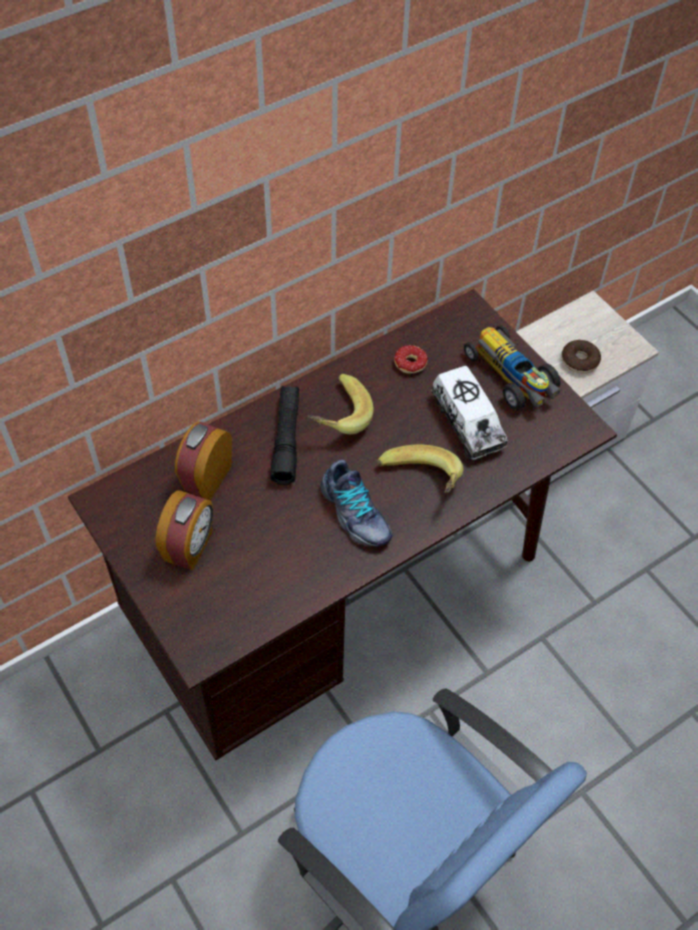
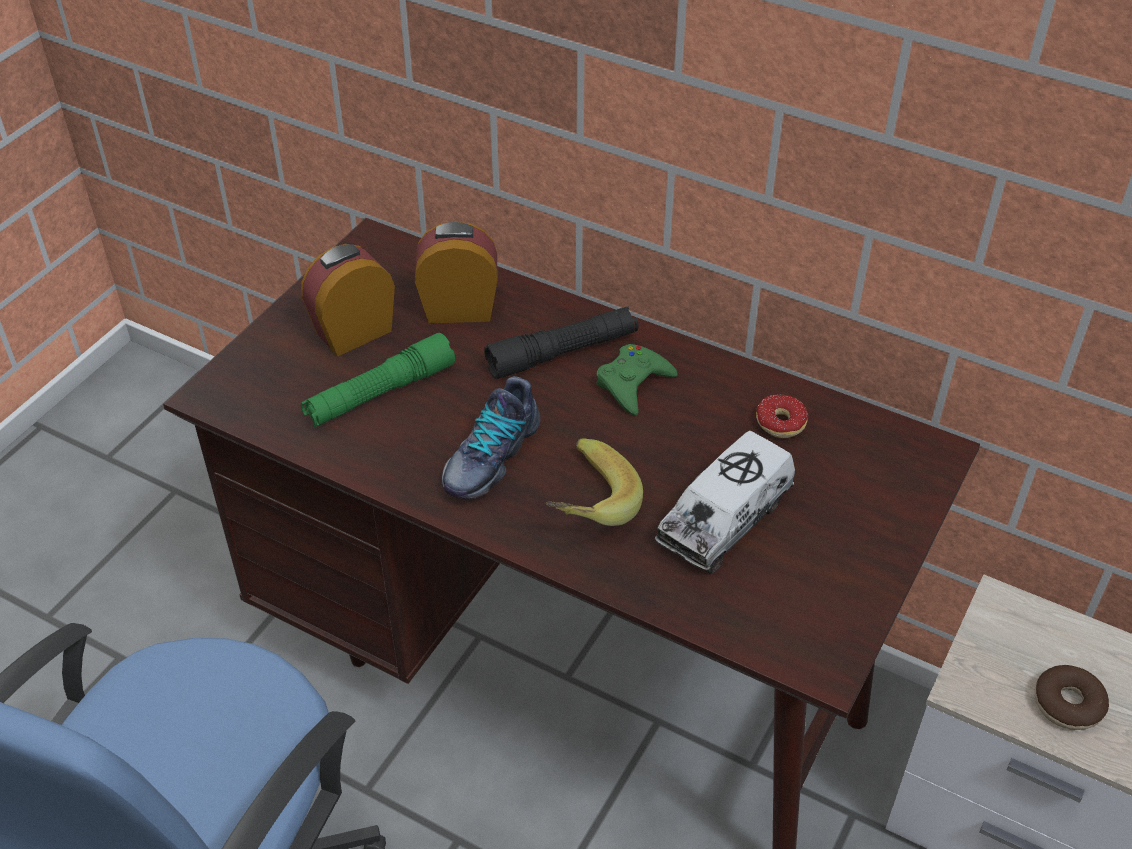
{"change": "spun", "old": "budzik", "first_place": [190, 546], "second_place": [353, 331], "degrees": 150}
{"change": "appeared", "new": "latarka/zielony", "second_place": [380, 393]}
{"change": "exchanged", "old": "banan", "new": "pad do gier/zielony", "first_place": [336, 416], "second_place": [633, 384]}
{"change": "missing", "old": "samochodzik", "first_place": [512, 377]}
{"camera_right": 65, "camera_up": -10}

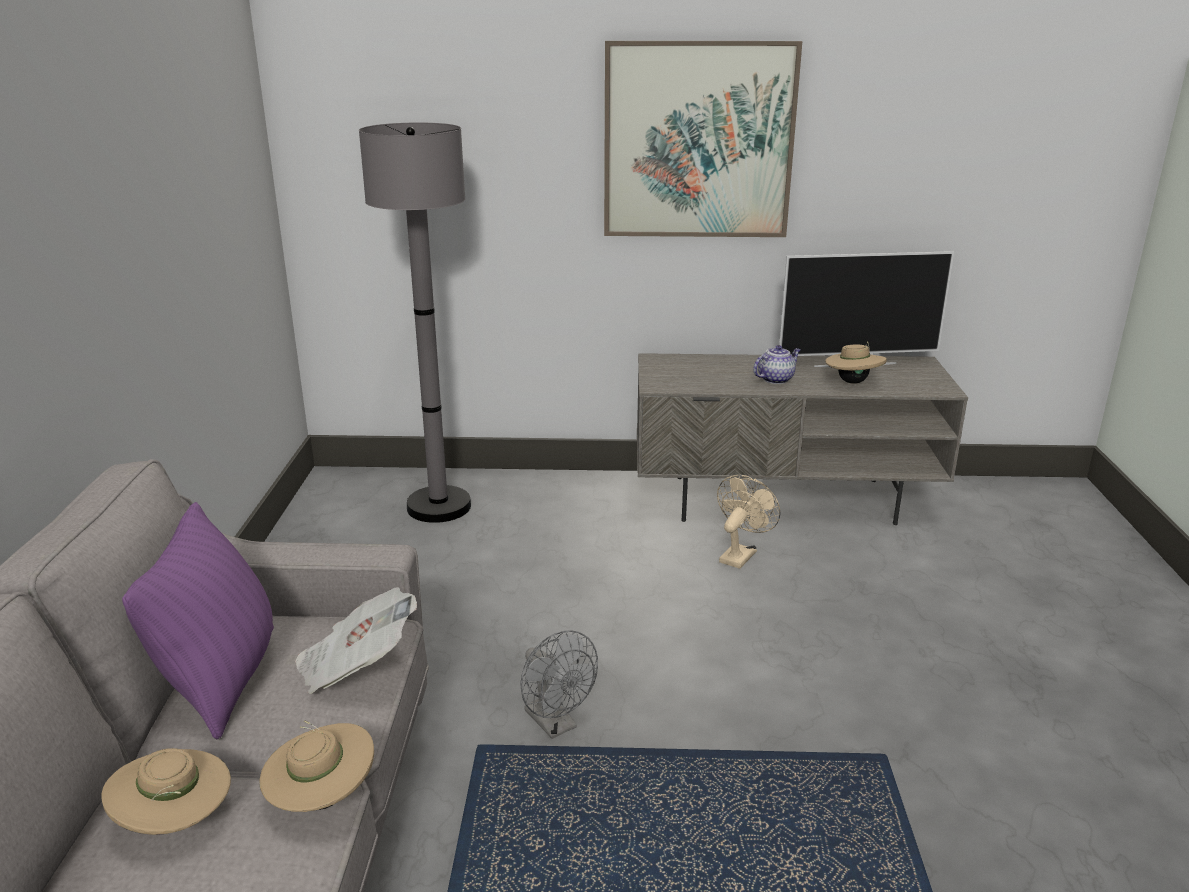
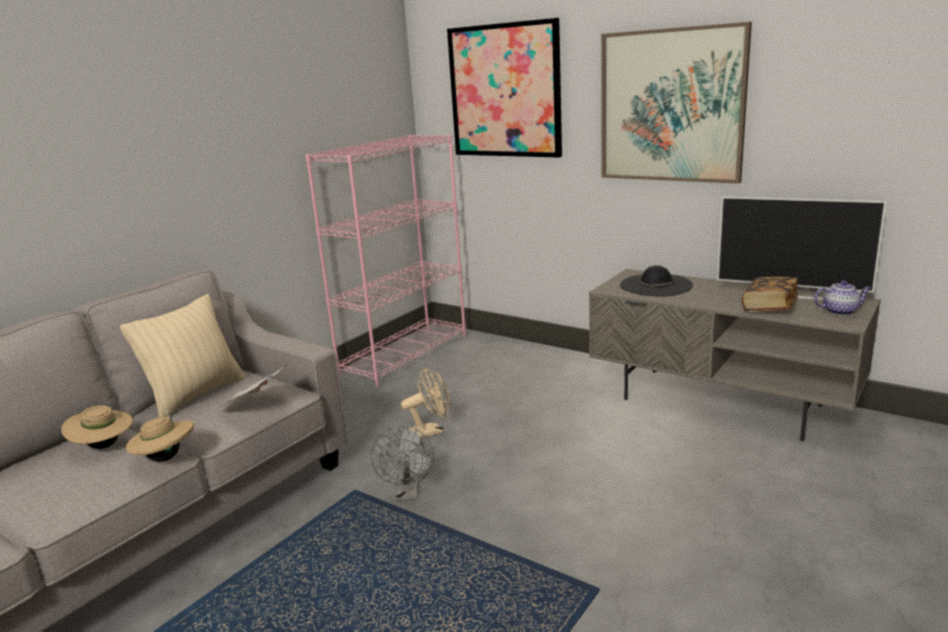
{"change": "colour", "old": "poduszka/fioletowy", "new": "poduszka/beżowy", "first_place": [222, 680], "second_place": [196, 395]}
{"change": "appeared", "new": "regał/różowy", "second_place": [405, 354]}
{"change": "relocated", "old": "wentylator/beżowy", "first_place": [740, 554], "second_place": [431, 431]}
{"change": "appeared", "new": "obraz", "second_place": [505, 91]}
{"change": "appeared", "new": "kapelusz/czarny", "second_place": [656, 285]}
{"change": "exchanged", "old": "kapelusz/beżowy", "new": "książka", "first_place": [853, 382], "second_place": [769, 307]}
{"change": "relocated", "old": "imbryk", "first_place": [776, 379], "second_place": [840, 311]}
{"change": "missing", "old": "lampa stojąca/szary", "first_place": [439, 506]}
{"camera_right": 35, "camera_up": -5}

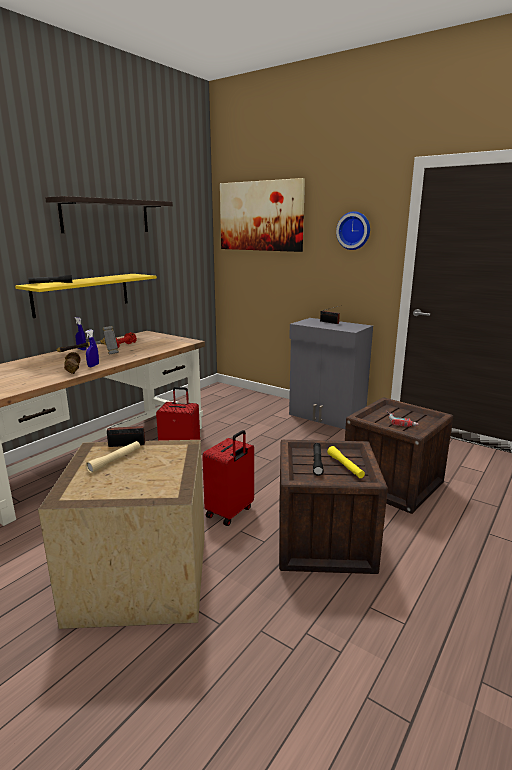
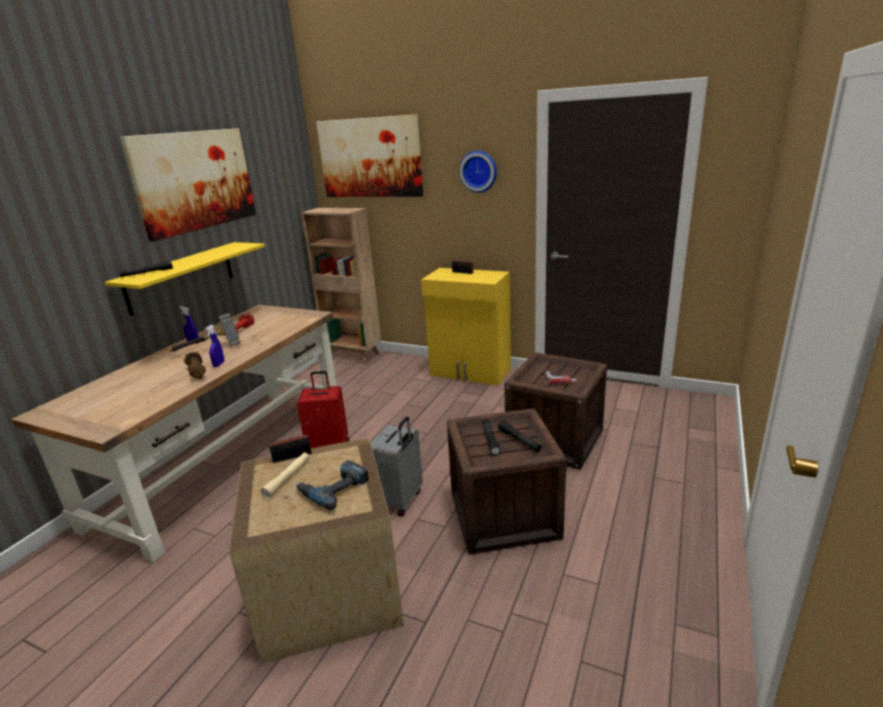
{"change": "exchanged", "old": "półka", "new": "obraz", "first_place": [106, 216], "second_place": [195, 181]}
{"change": "appeared", "new": "wiertarka", "second_place": [334, 488]}
{"change": "appeared", "new": "regał/brązowy", "second_place": [354, 356]}
{"change": "colour", "old": "walizka/czerwony", "new": "walizka/szary", "first_place": [230, 512], "second_place": [401, 500]}
{"change": "colour", "old": "szafka/szary", "new": "szafka/żółty", "first_place": [326, 417], "second_place": [470, 372]}
{"change": "colour", "old": "latarka/żółty", "new": "latarka/czarny", "first_place": [345, 466], "second_place": [519, 440]}
{"camera_right": -10, "camera_up": 5}

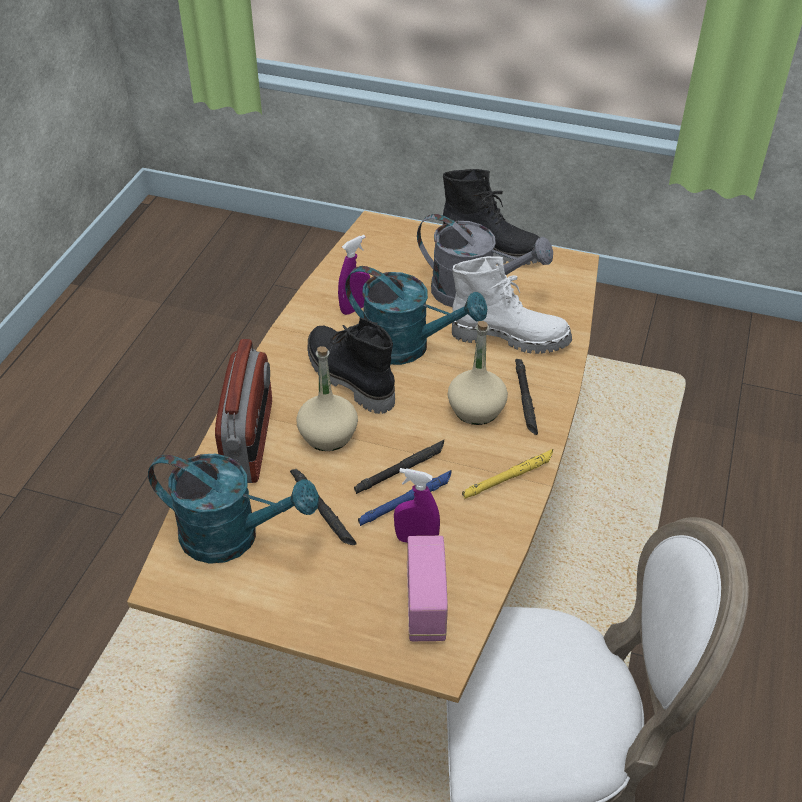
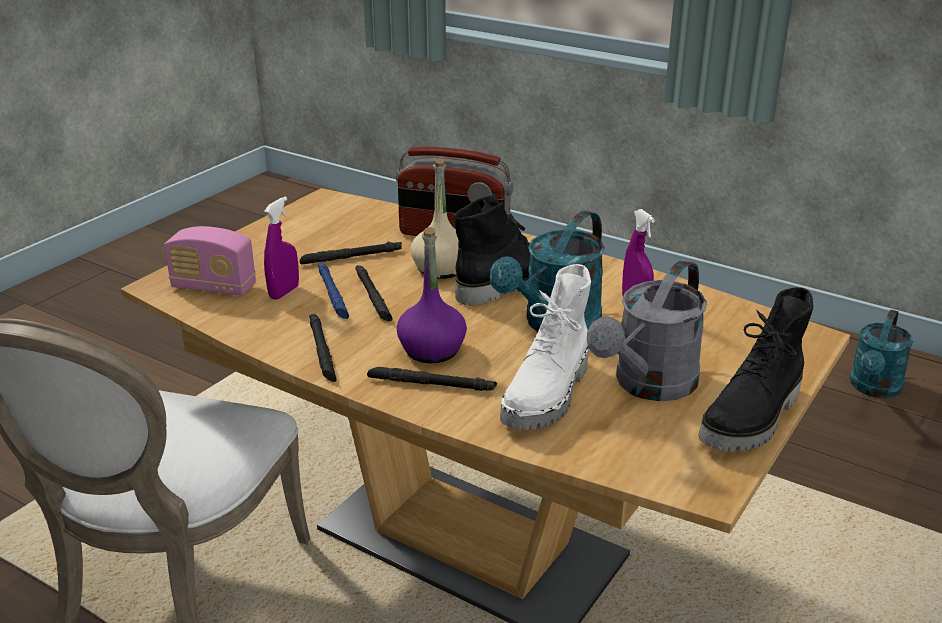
{"change": "colour", "old": "latarka/żółty", "new": "latarka/czarny", "first_place": [509, 477], "second_place": [322, 351]}
{"change": "colour", "old": "butelka/beżowy", "new": "butelka/fioletowy", "first_place": [476, 409], "second_place": [432, 350]}
{"change": "relocated", "old": "konewka/turkusowy", "first_place": [233, 536], "second_place": [873, 388]}
{"camera_right": 105, "camera_up": -15}

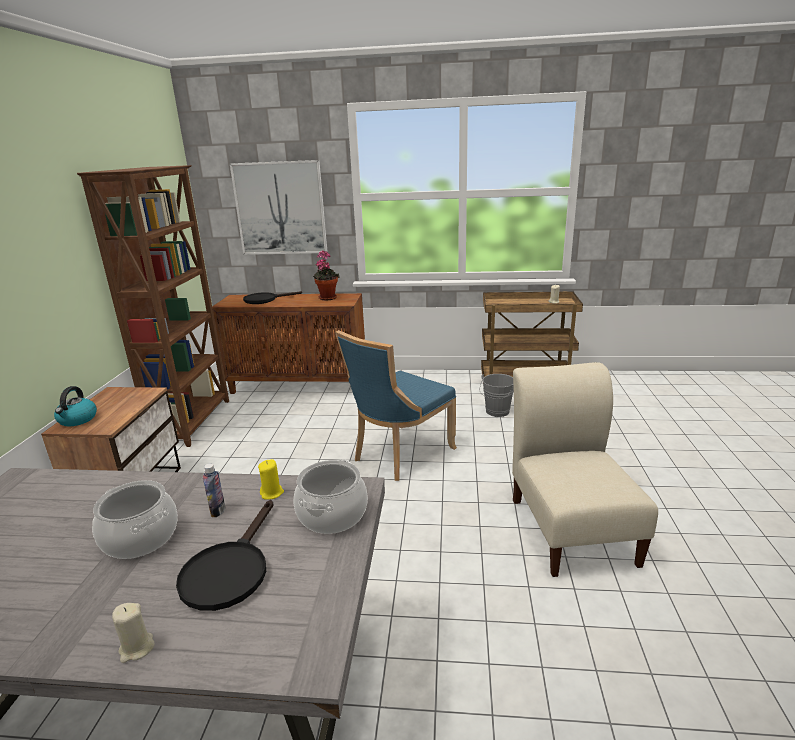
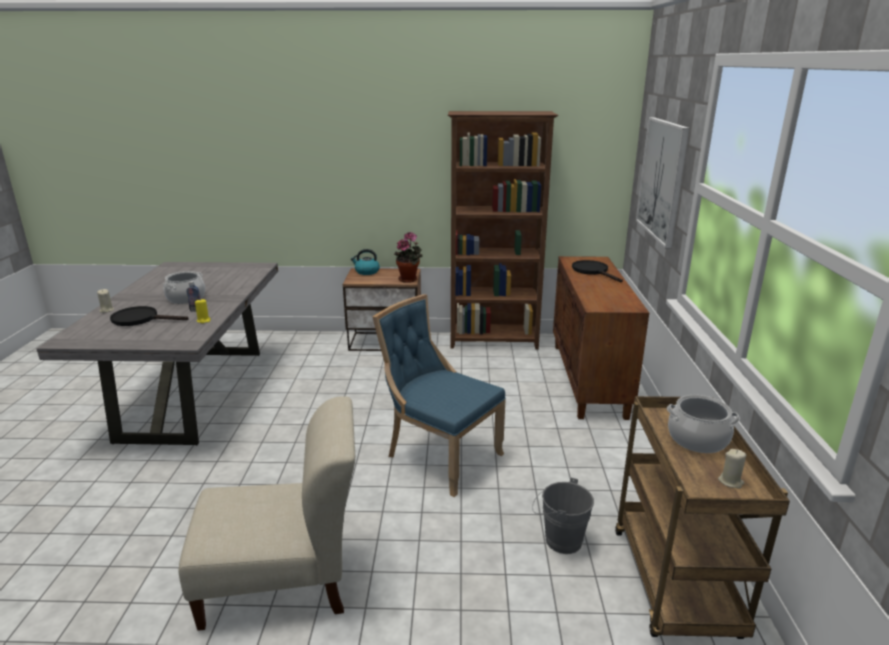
{"change": "relocated", "old": "roślina doniczkowa", "first_place": [327, 297], "second_place": [409, 279]}
{"change": "relocated", "old": "garnek", "first_place": [332, 514], "second_place": [697, 439]}
{"camera_right": 85, "camera_up": 0}

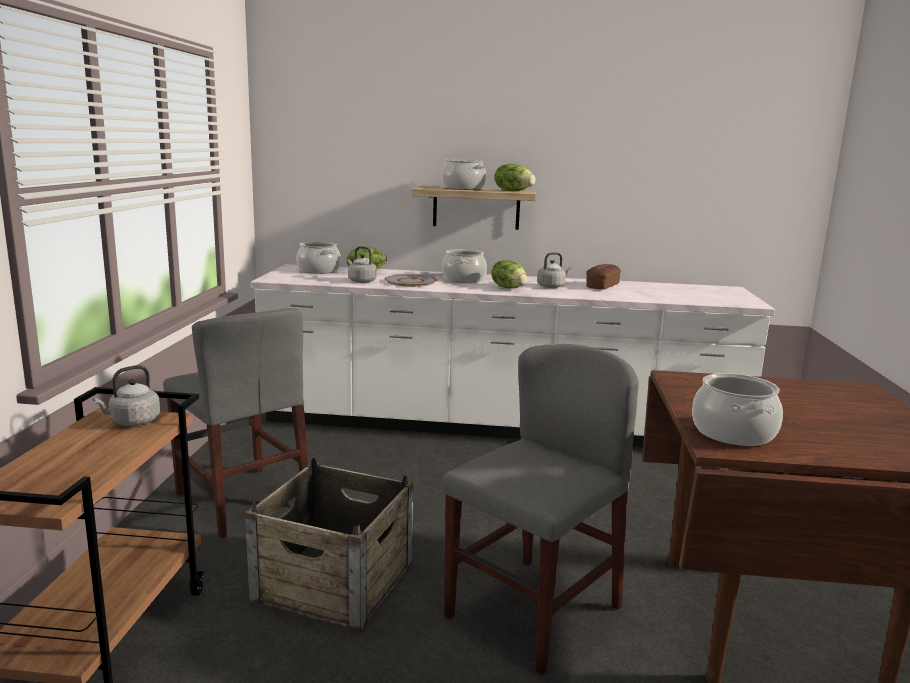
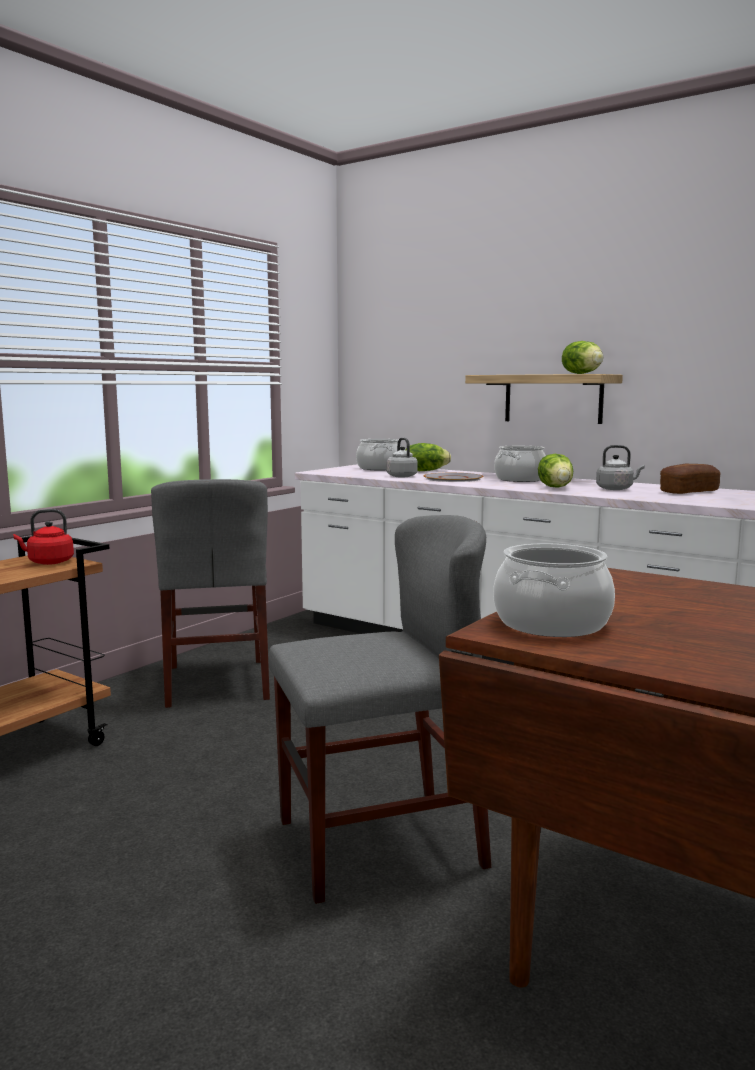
{"change": "colour", "old": "czajnik/szary", "new": "czajnik/czerwony", "first_place": [132, 422], "second_place": [48, 562]}
{"change": "missing", "old": "skrzynka", "first_place": [333, 582]}
{"change": "missing", "old": "garnek", "first_place": [463, 188]}
{"camera_right": 30, "camera_up": -5}

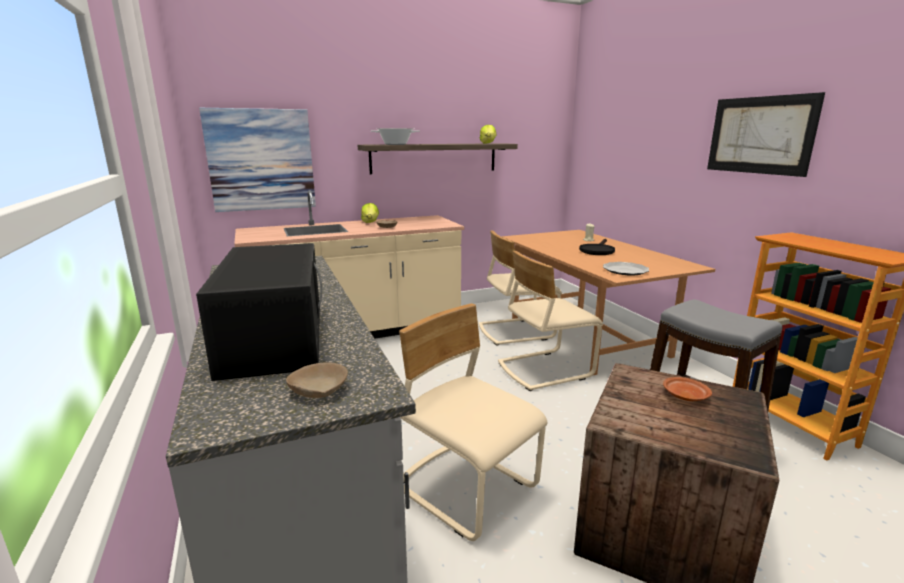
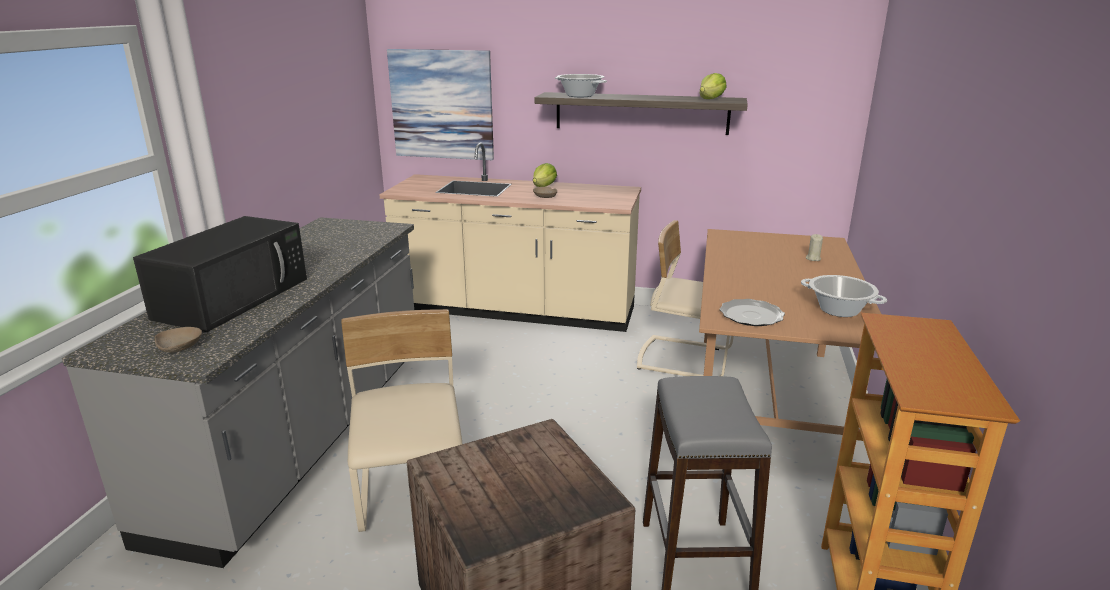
{"change": "appeared", "new": "garnek", "second_place": [839, 310]}
{"change": "missing", "old": "krzesło/beżowy", "first_place": [544, 369]}
{"change": "missing", "old": "patelnia/czarny", "first_place": [597, 250]}
{"change": "missing", "old": "talerz/brązowy", "first_place": [684, 395]}
{"change": "missing", "old": "obraz", "first_place": [759, 135]}
{"camera_right": 35, "camera_up": 5}

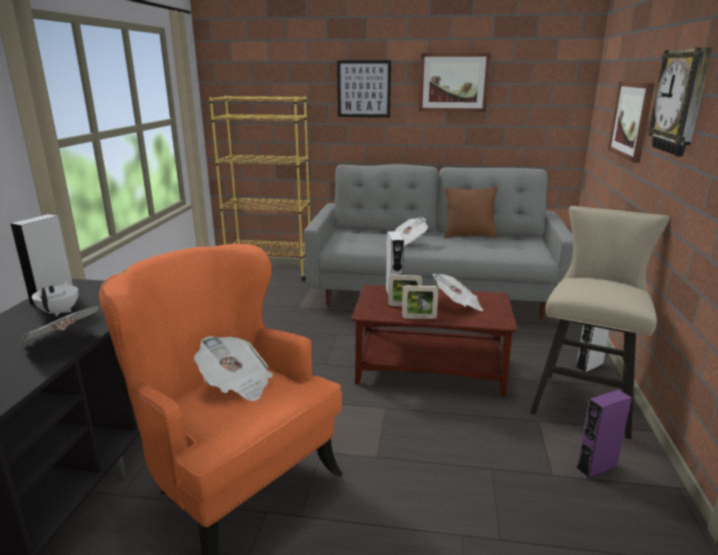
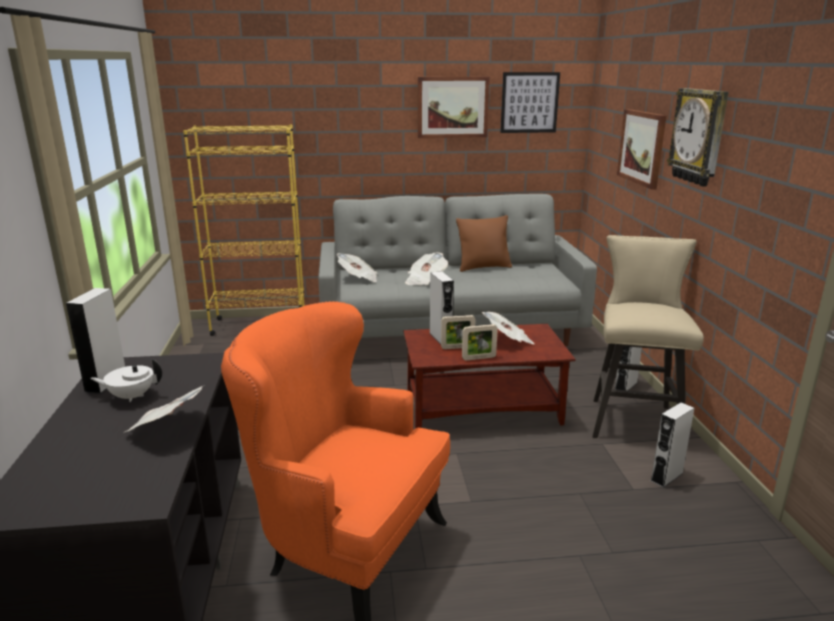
{"change": "spun", "old": "imbryk/biały", "first_place": [60, 312], "second_place": [131, 396], "degrees": -75}
{"change": "relocated", "old": "gazeta", "first_place": [236, 384], "second_place": [358, 278]}
{"change": "relocated", "old": "obraz", "first_place": [364, 89], "second_place": [529, 102]}
{"change": "colour", "old": "głośnik/fioletowy", "new": "głośnik/szary", "first_place": [596, 467], "second_place": [666, 476]}
{"camera_right": -15, "camera_up": 0}

